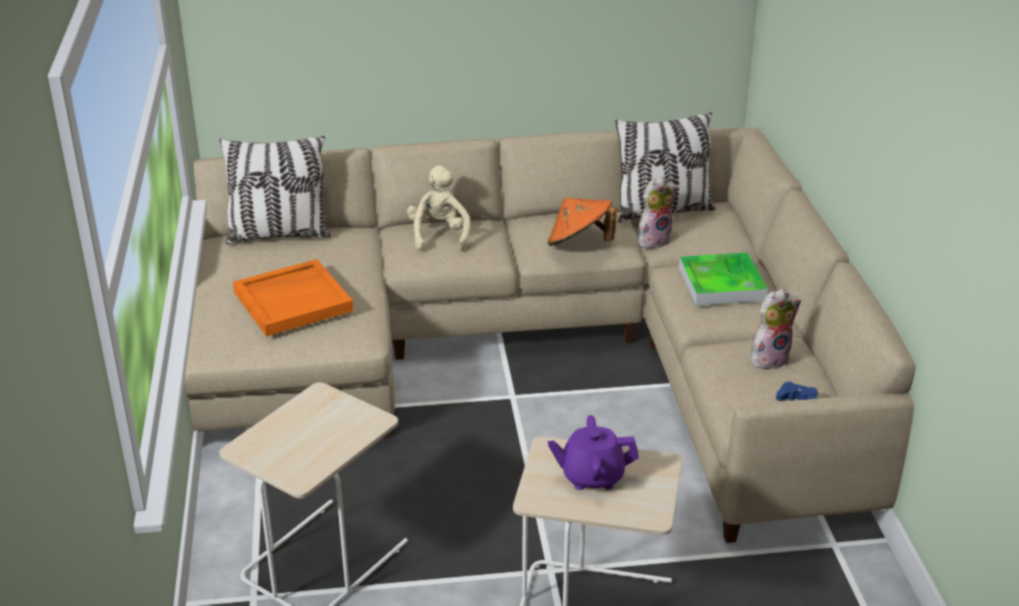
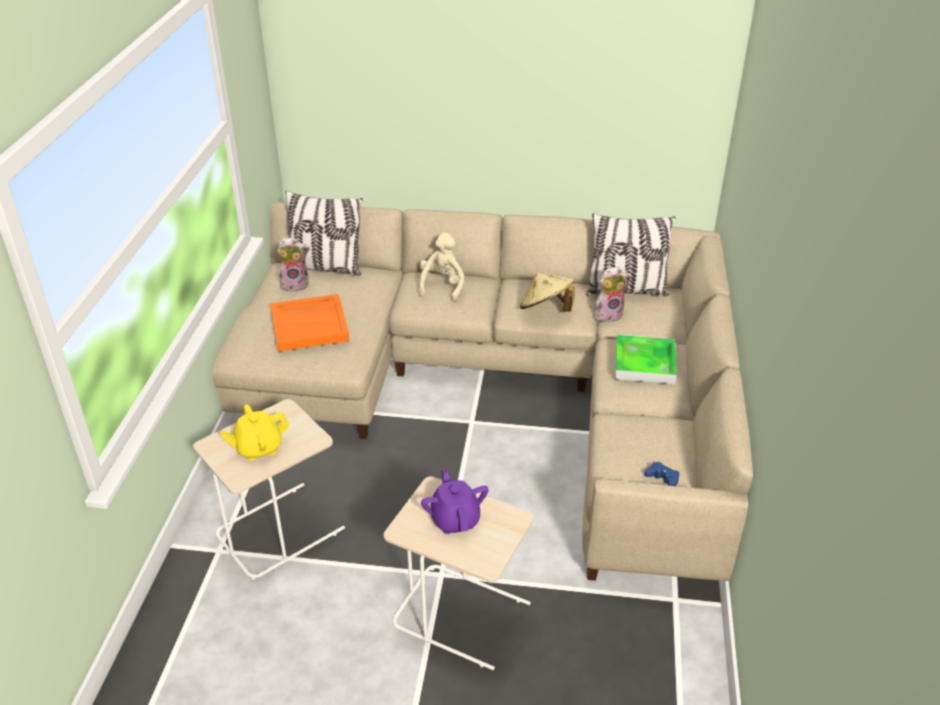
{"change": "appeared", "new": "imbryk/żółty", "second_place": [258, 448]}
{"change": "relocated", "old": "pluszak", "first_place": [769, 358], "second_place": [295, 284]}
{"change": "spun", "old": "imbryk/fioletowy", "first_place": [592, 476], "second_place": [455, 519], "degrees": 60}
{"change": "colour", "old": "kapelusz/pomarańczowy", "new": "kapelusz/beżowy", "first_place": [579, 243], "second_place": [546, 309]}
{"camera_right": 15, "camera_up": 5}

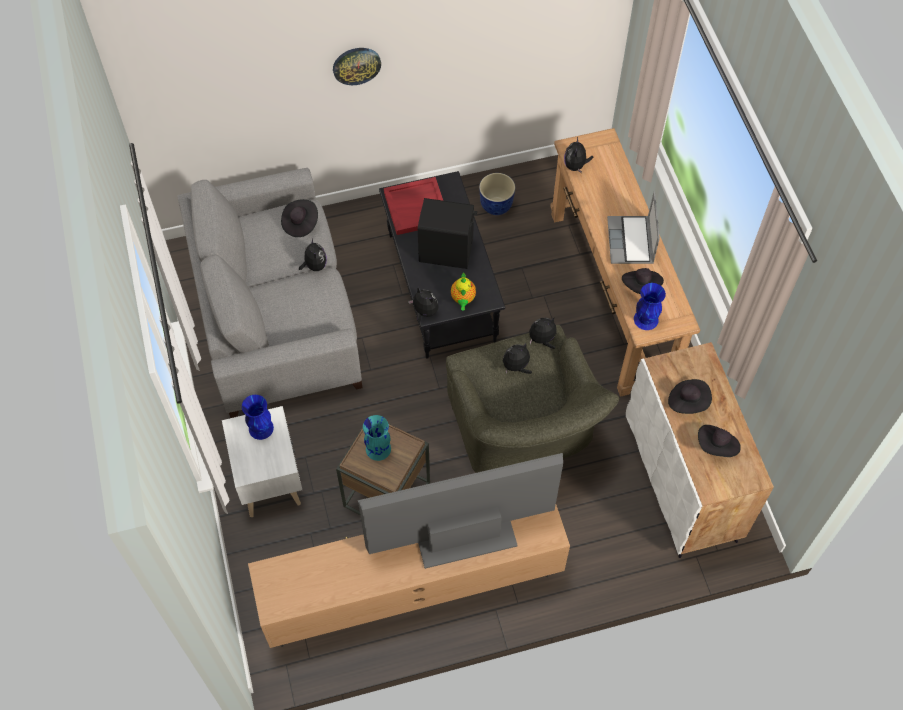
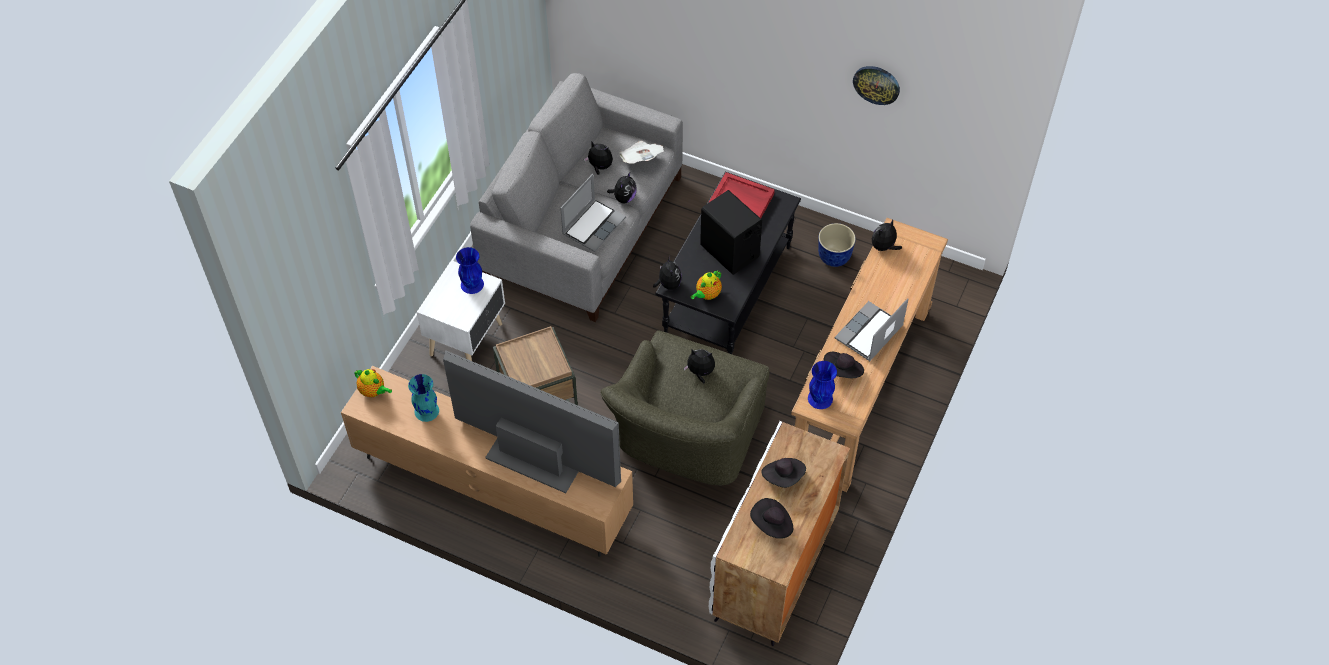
{"change": "appeared", "new": "imbryk", "second_place": [373, 391]}
{"change": "relocated", "old": "wazon/turkusowy", "first_place": [378, 448], "second_place": [427, 411]}
{"change": "appeared", "new": "laptop", "second_place": [593, 225]}
{"change": "relocated", "old": "pluszak", "first_place": [542, 340], "second_place": [599, 167]}
{"change": "exchanged", "old": "kapelusz/czarny", "new": "gazeta", "first_place": [300, 223], "second_place": [641, 159]}
{"change": "relocated", "old": "zegar ścienny", "first_place": [356, 65], "second_place": [876, 84]}
{"camera_right": 40, "camera_up": -5}

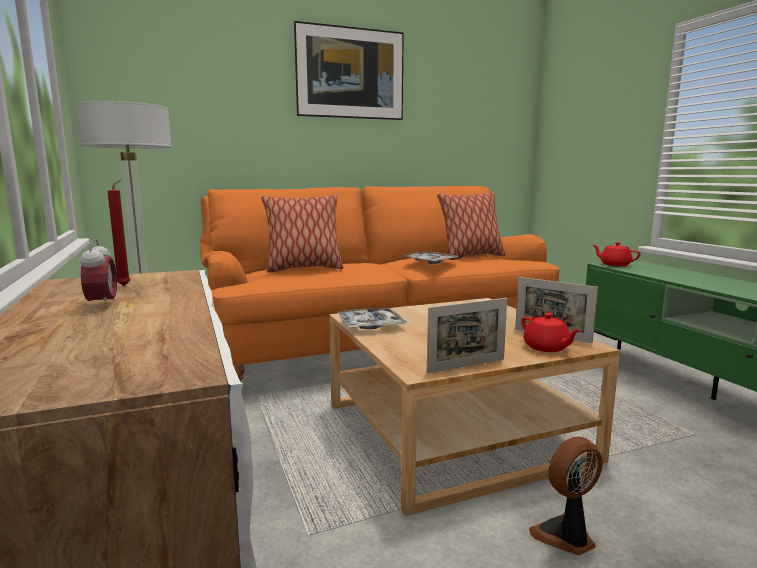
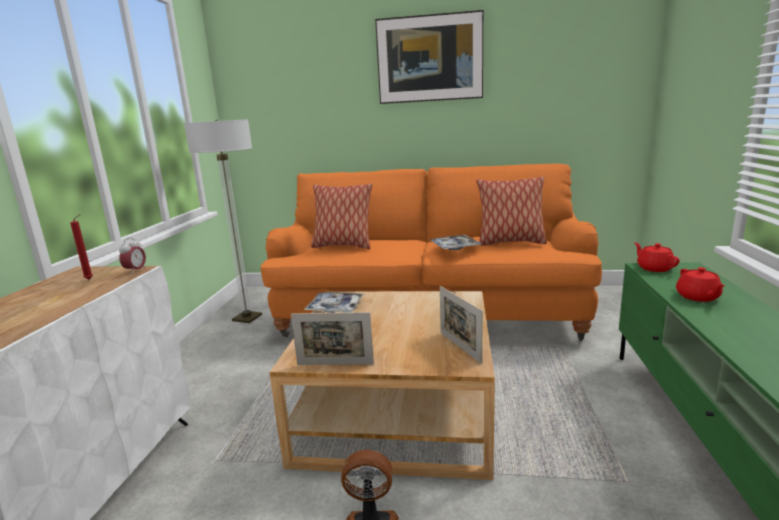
{"change": "relocated", "old": "budzik", "first_place": [102, 305], "second_place": [135, 271]}
{"change": "relocated", "old": "imbryk/czerwony", "first_place": [546, 348], "second_place": [697, 297]}
{"camera_right": 30, "camera_up": 5}

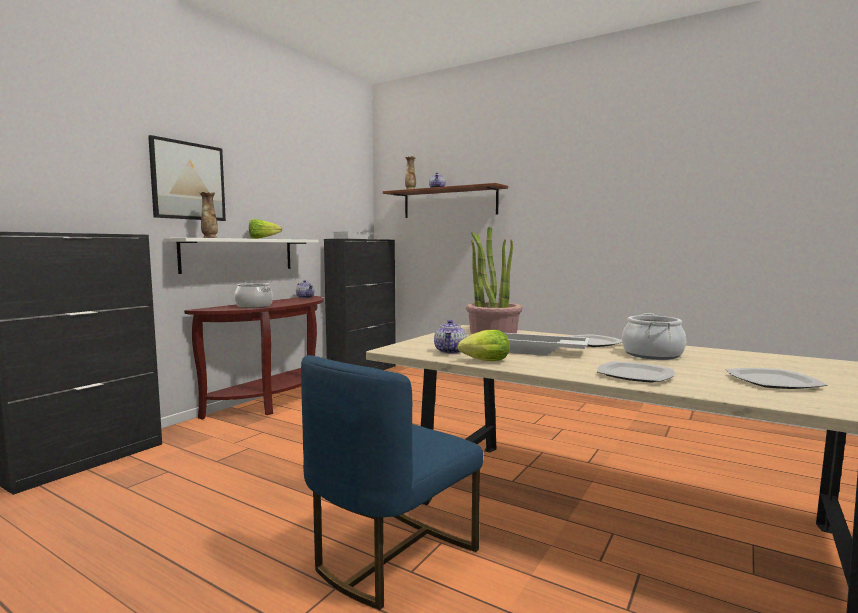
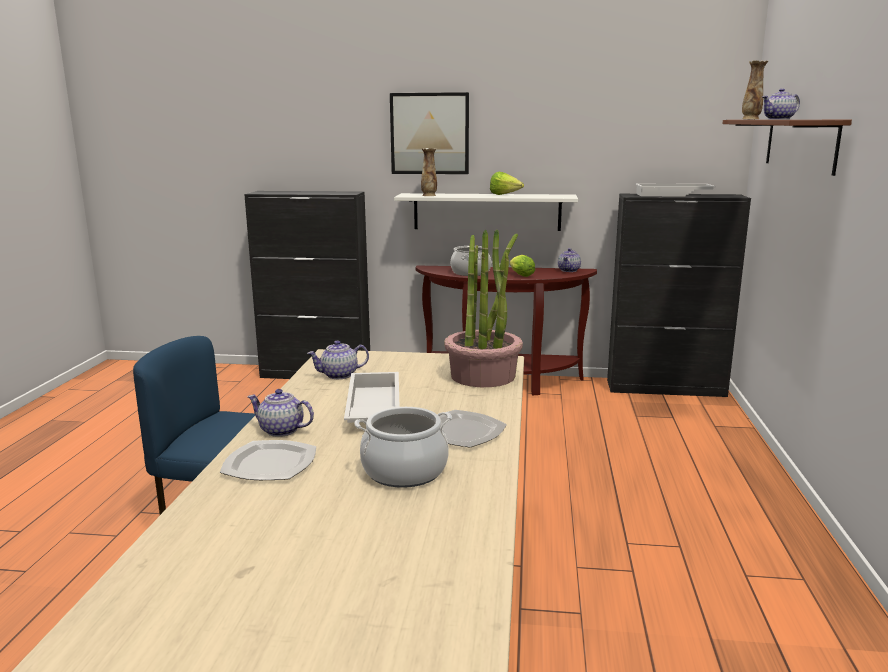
{"change": "appeared", "new": "imbryk", "second_place": [280, 430]}
{"change": "relocated", "old": "sałata", "first_place": [483, 361], "second_place": [520, 275]}
{"change": "missing", "old": "talerz", "first_place": [772, 381]}
{"camera_right": 65, "camera_up": 10}

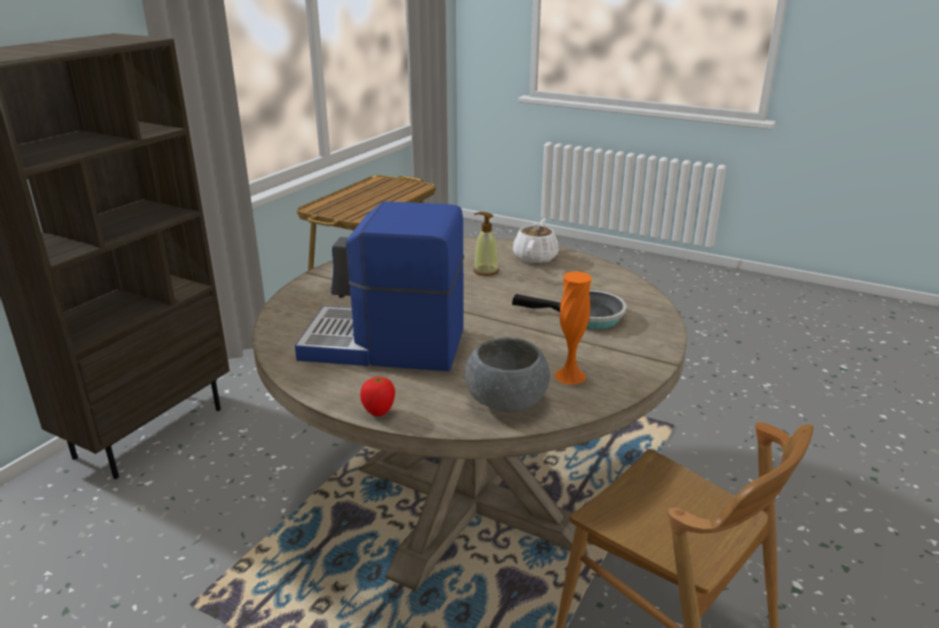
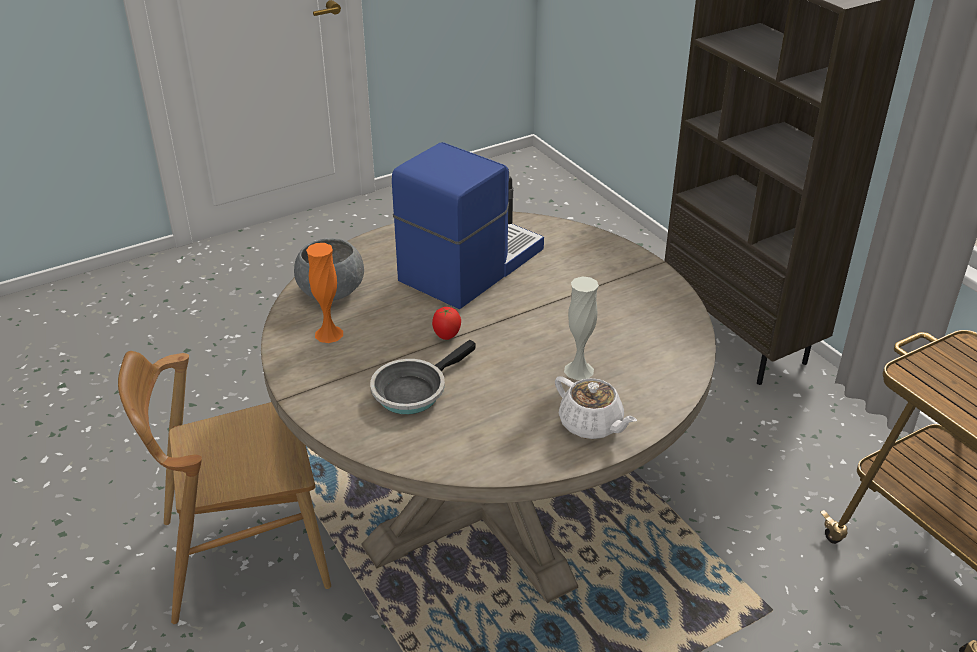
{"change": "relocated", "old": "pomidor", "first_place": [379, 412], "second_place": [446, 336]}
{"change": "exchanged", "old": "dozownik mydła", "new": "wazon/biały", "first_place": [485, 271], "second_place": [578, 370]}
{"camera_right": 120, "camera_up": 10}

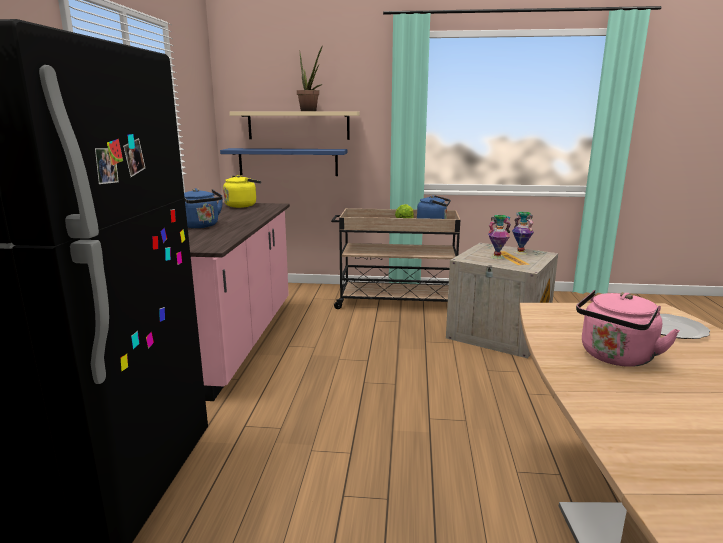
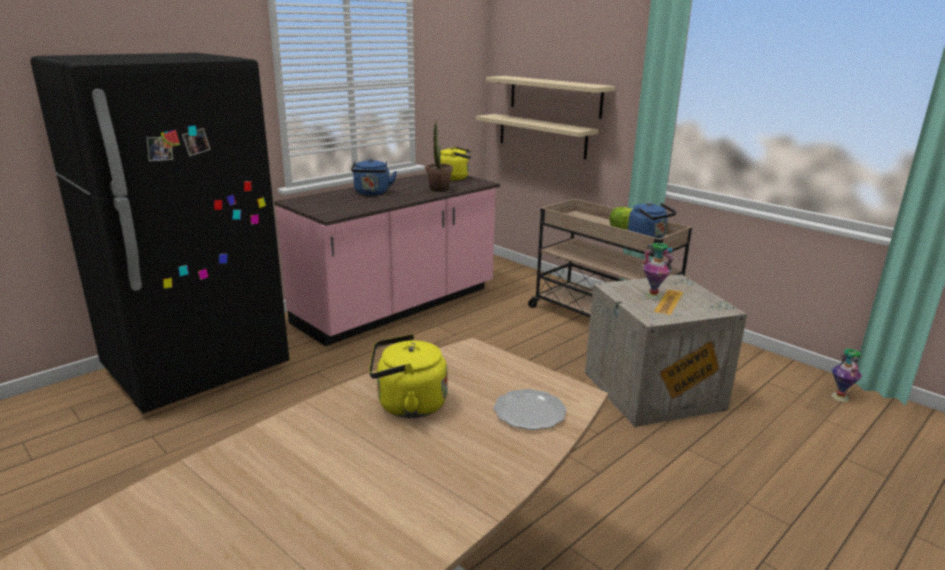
{"change": "colour", "old": "czajnik/różowy", "new": "czajnik/żółty", "first_place": [615, 358], "second_place": [407, 405]}
{"change": "relocated", "old": "roślina doniczkowa", "first_place": [310, 111], "second_place": [438, 190]}
{"change": "colour", "old": "półka/niebieski", "new": "półka/beżowy", "first_place": [288, 162], "second_place": [542, 136]}
{"change": "relocated", "old": "wazon", "first_place": [520, 253], "second_place": [839, 397]}
{"camera_right": 40, "camera_up": 5}

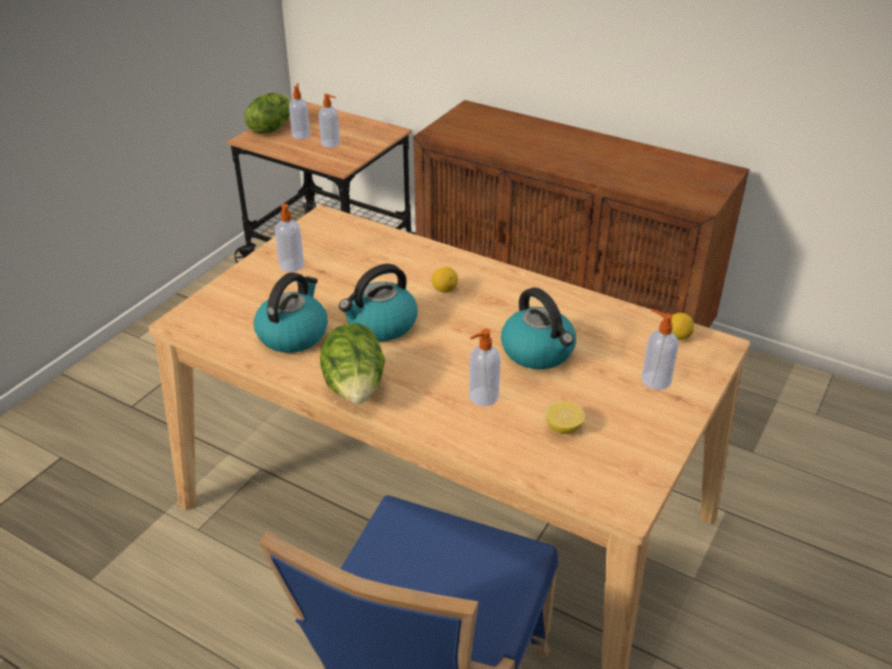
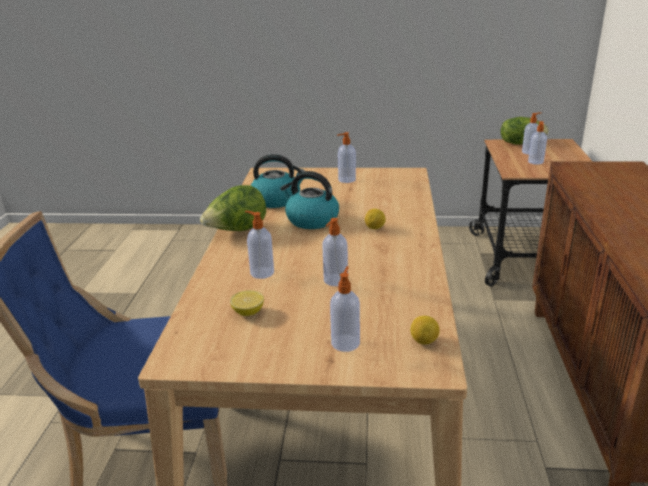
{"change": "exchanged", "old": "czajnik", "new": "dozownik mydła", "first_place": [538, 352], "second_place": [335, 280]}
{"camera_right": 65, "camera_up": -10}

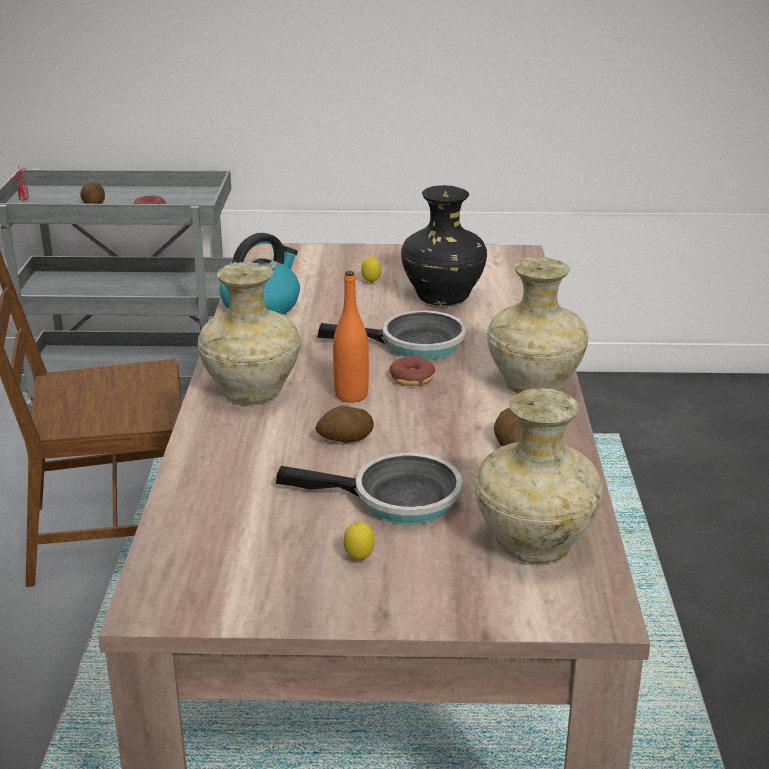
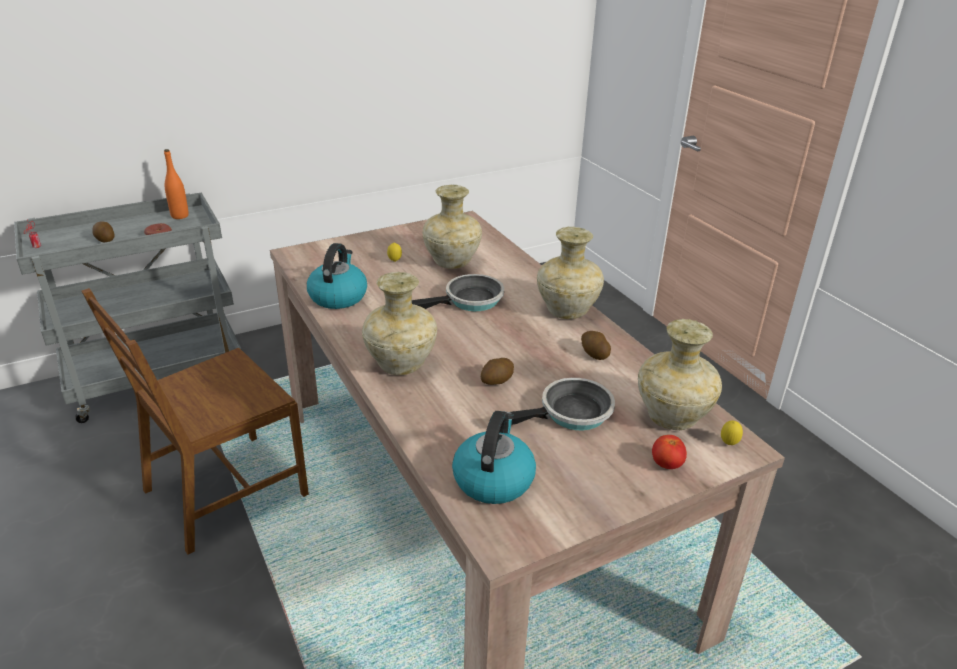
{"change": "relocated", "old": "butelka/pomarańczowy", "first_place": [351, 395], "second_place": [180, 216]}
{"change": "colour", "old": "wazon/czarny", "new": "wazon/beżowy", "first_place": [441, 298], "second_place": [451, 262]}
{"change": "appeared", "new": "czajnik", "second_place": [493, 479]}
{"change": "appeared", "new": "pomidor", "second_place": [666, 464]}
{"change": "relocated", "old": "cytryna", "first_place": [359, 559], "second_place": [728, 444]}
{"change": "missing", "old": "donut", "first_place": [412, 378]}
{"camera_right": -30, "camera_up": 5}

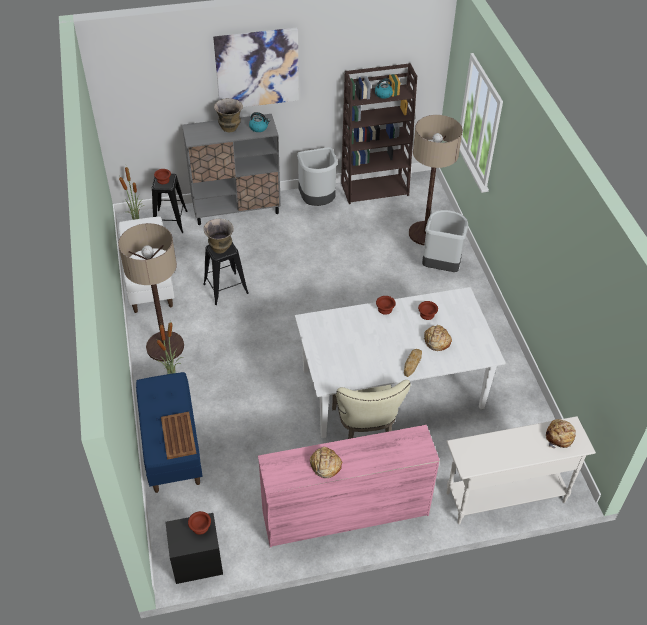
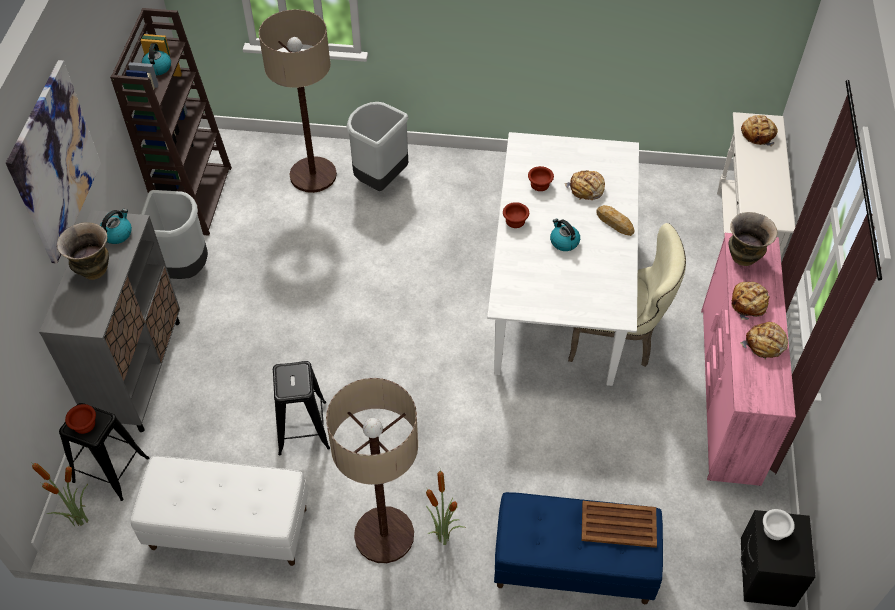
{"change": "appeared", "new": "czajnik", "second_place": [564, 242]}
{"change": "relocated", "old": "wazon", "first_place": [221, 249], "second_place": [743, 257]}
{"change": "appeared", "new": "chleb", "second_place": [749, 303]}
{"change": "colour", "old": "miska/brązowy", "new": "miska/biały", "first_place": [199, 527], "second_place": [774, 530]}
{"camera_right": -70, "camera_up": 5}

